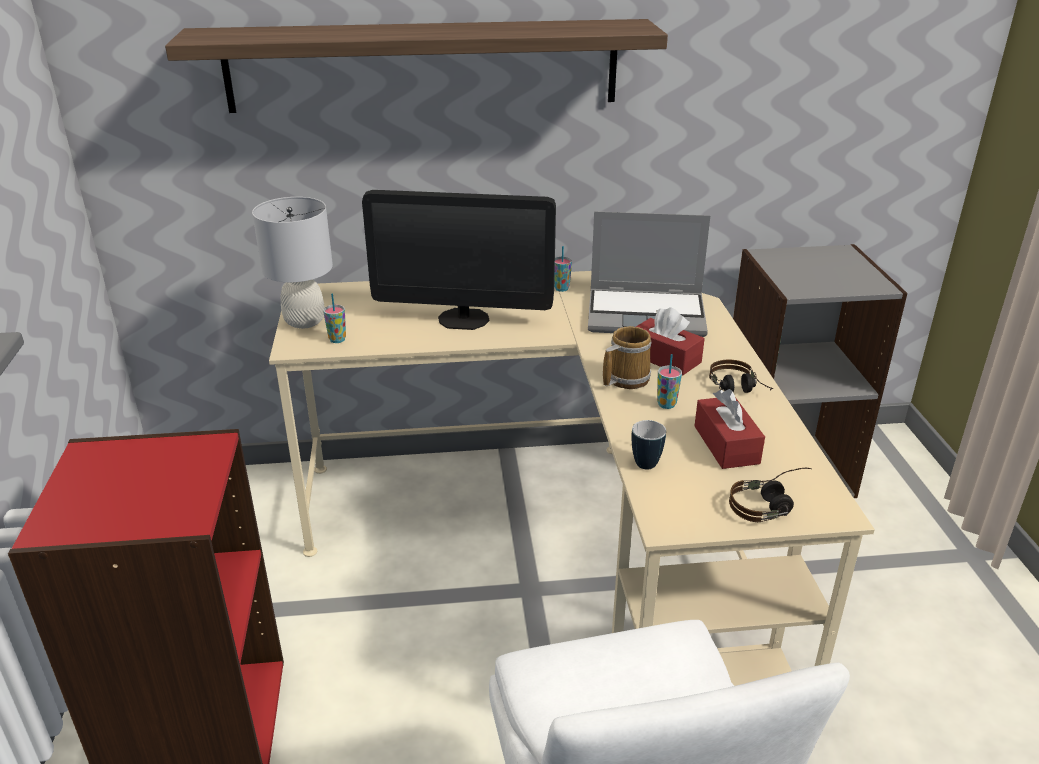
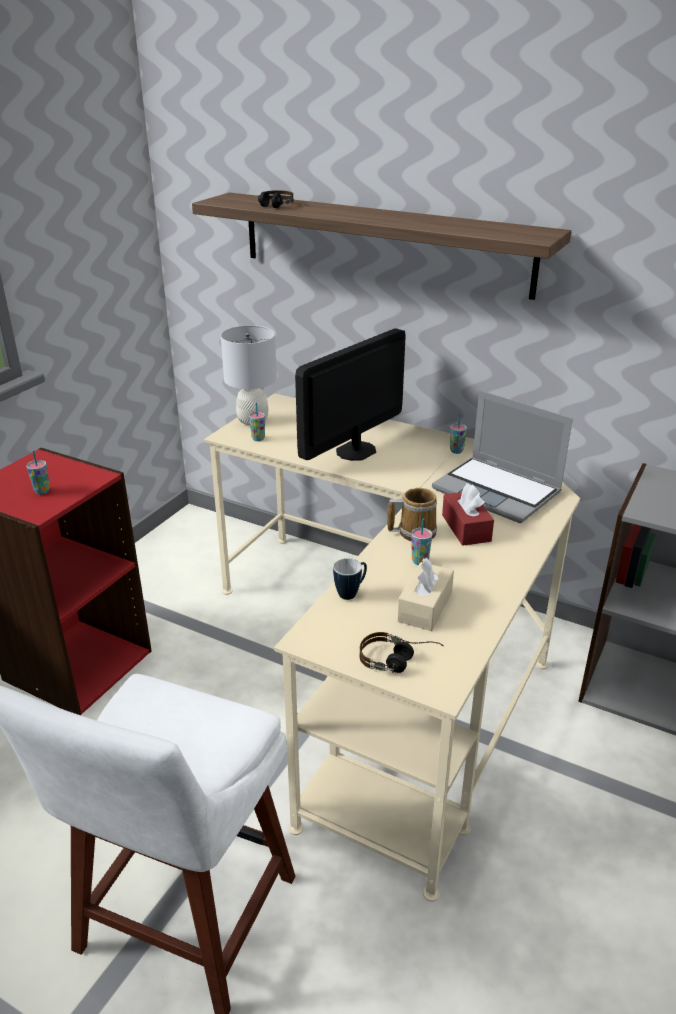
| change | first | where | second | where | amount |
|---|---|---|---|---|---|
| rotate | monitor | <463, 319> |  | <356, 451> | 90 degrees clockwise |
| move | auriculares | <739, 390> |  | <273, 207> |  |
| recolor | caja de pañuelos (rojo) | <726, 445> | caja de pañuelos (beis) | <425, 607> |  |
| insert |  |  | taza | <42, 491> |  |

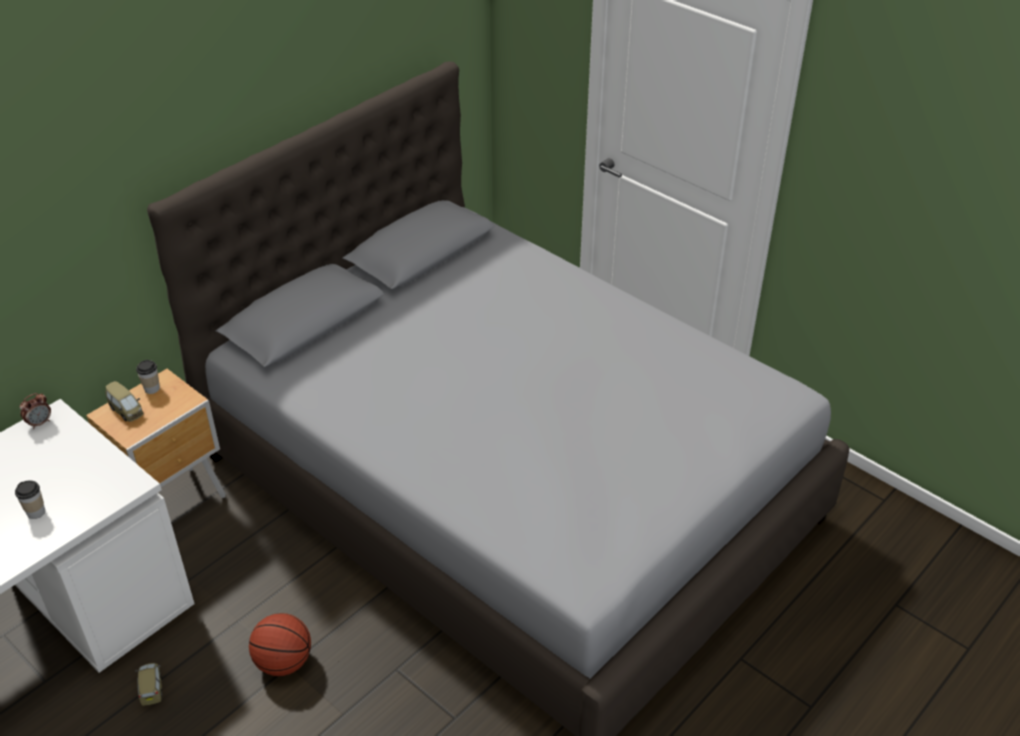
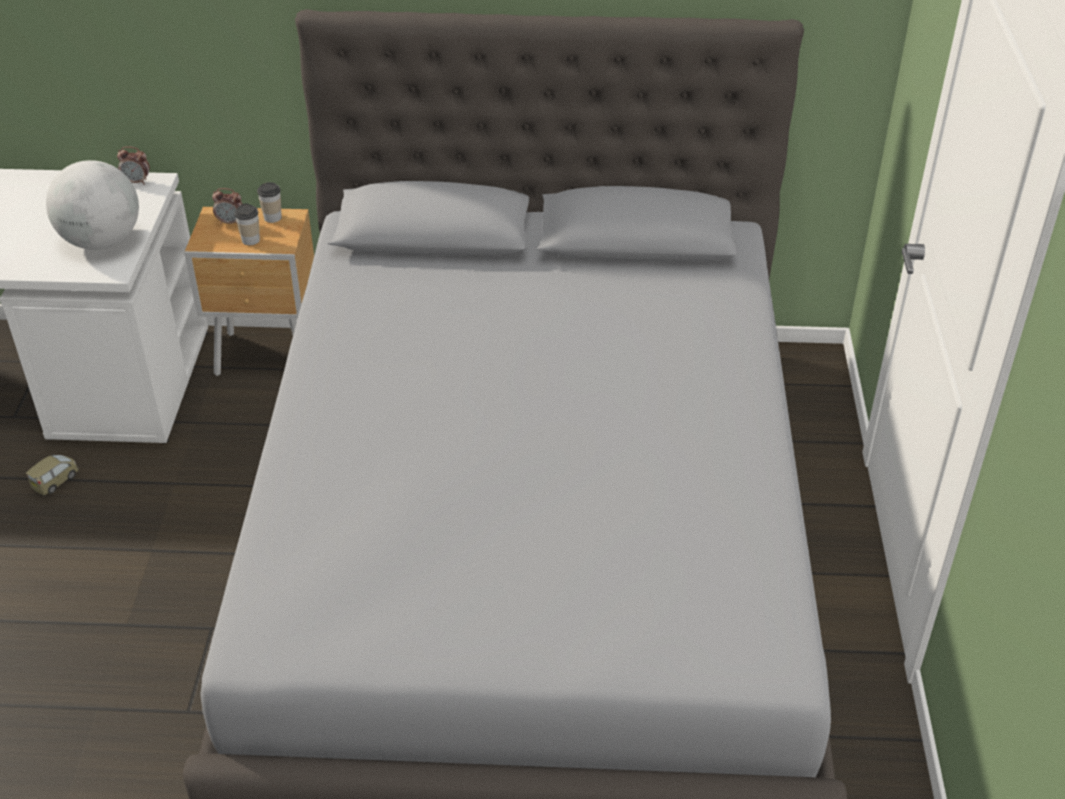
| change | first | where | second | where | amount |
|---|---|---|---|---|---|
| replace | coche de juguete | <126, 410> | despertador | <230, 222> |  |
| move | taza | <36, 512> |  | <250, 240> |  |
| delete | balón de baloncesto | <283, 662> |  |  |  |
| insert |  |  | globo terráqueo | <101, 241> |  |

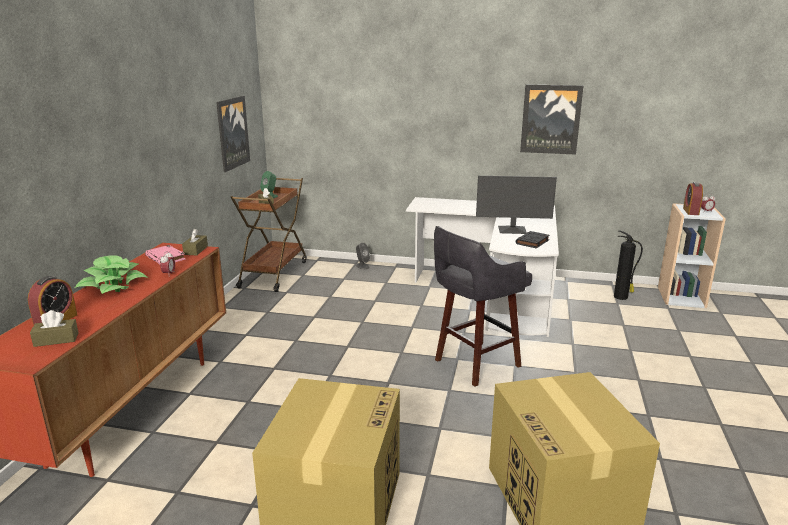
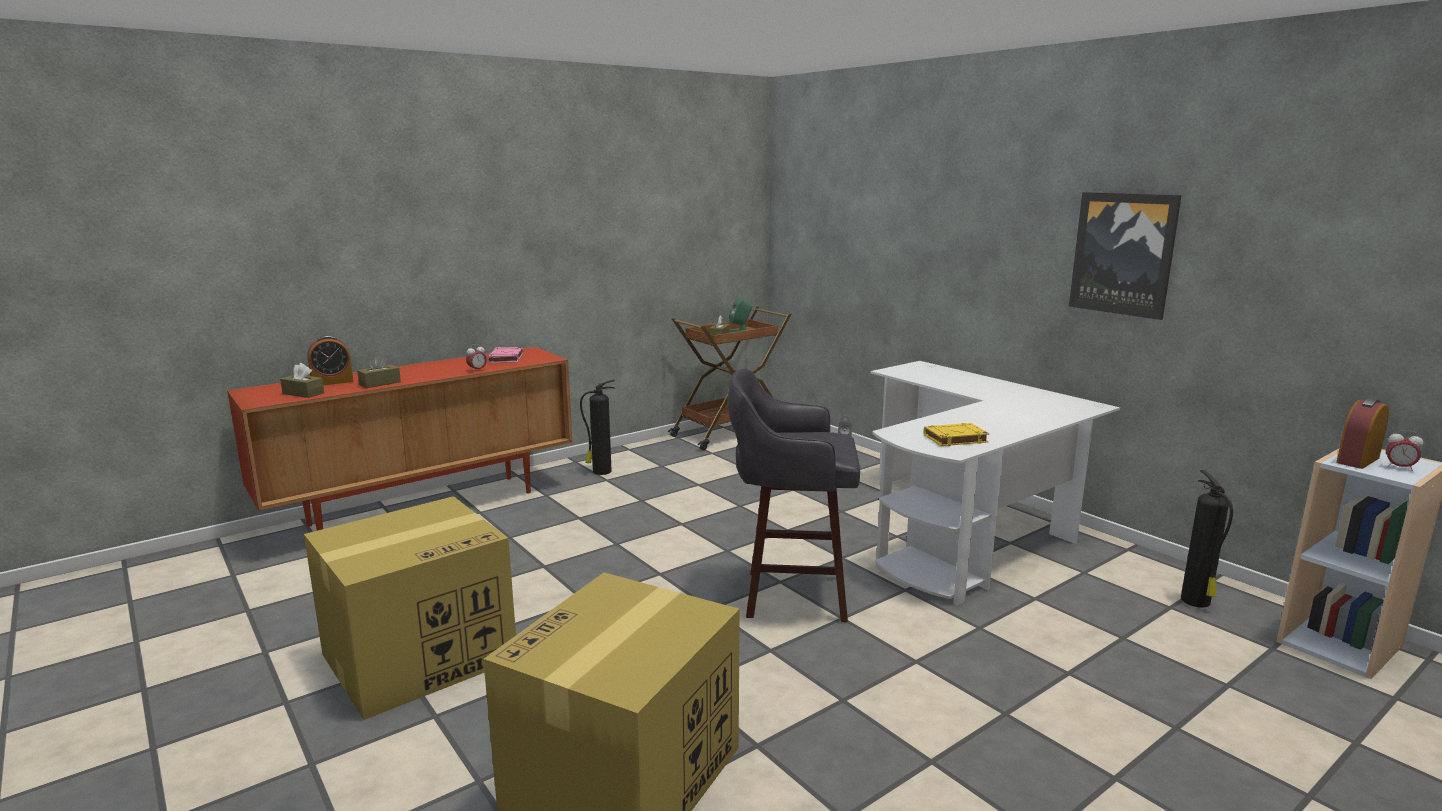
| change | first | where | second | where | amount |
|---|---|---|---|---|---|
| delete | cuadro | <232, 133> |  |  |  |
| delete | monitor | <512, 230> |  |  |  |
| move | caja de pañuelos (marrón) | <195, 250> |  | <380, 383> |  |
| recolor | libro (negro) | <532, 242> | libro (amarillo) | <954, 439> |  |
| delete | planta en maceta | <113, 285> |  |  |  |
| insert |  |  | extintor | <600, 472> |  |

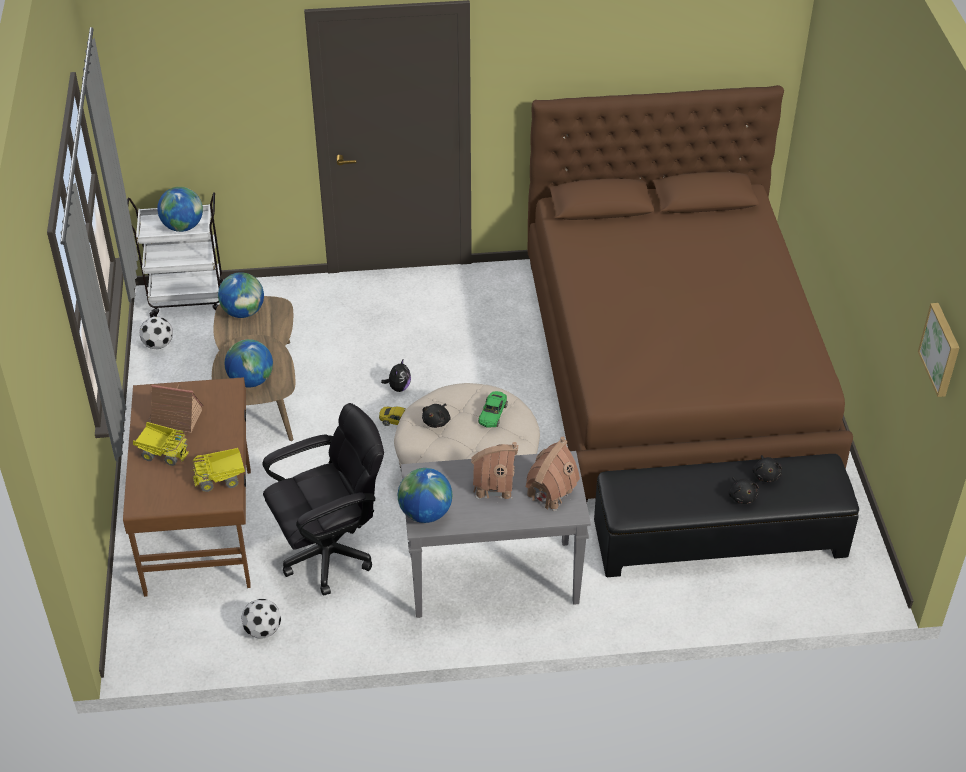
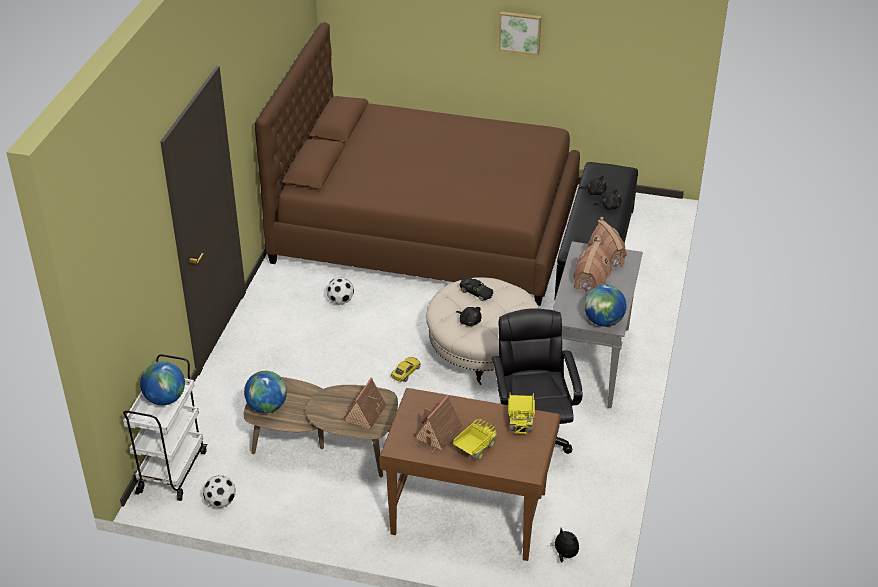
| change | first | where | second | where | amount |
|---|---|---|---|---|---|
| move | cuadro | <942, 349> |  | <520, 32> |  |
| replace | globo terráqueo | <251, 380> | casita | <366, 413> |  |
| move | peluche | <398, 387> |  | <565, 555> |  |
| recolor | coche de juguete (verde) | <493, 413> | coche de juguete (negro) | <476, 292> |  |
| move | balón de fútbol | <262, 630> |  | <340, 301> |  |

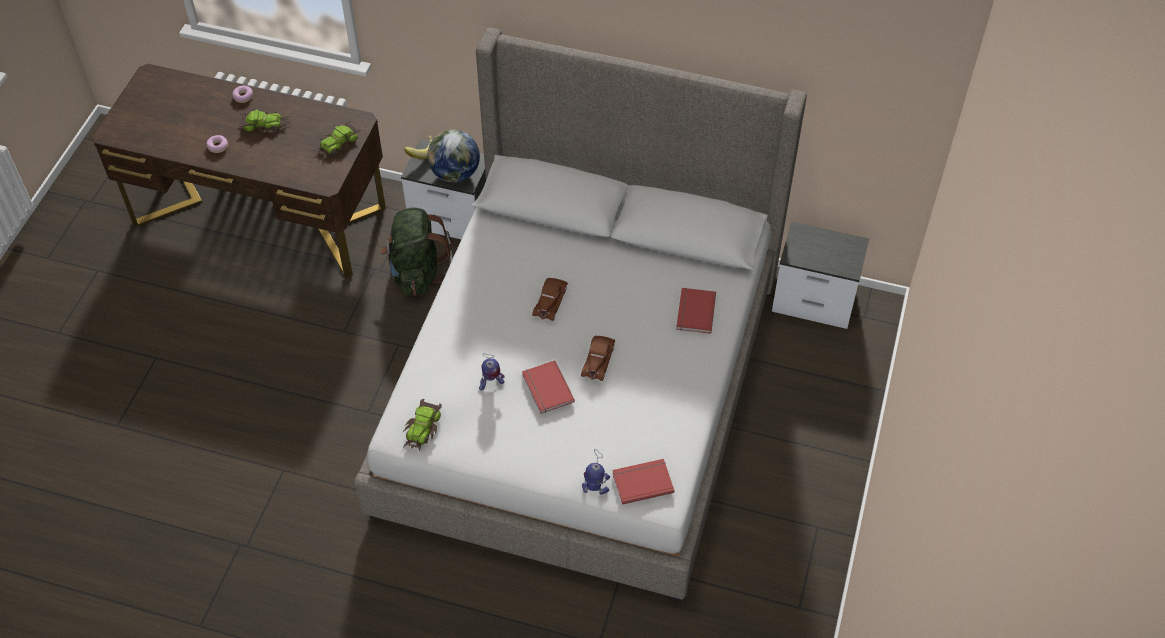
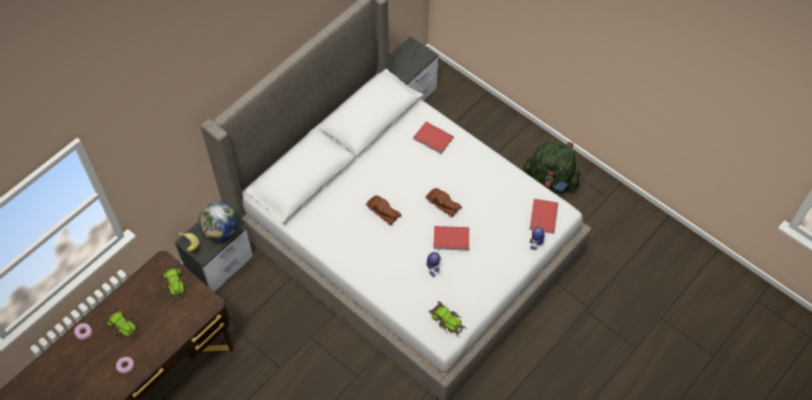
| change | first | where | second | where | amount |
|---|---|---|---|---|---|
| rotate | coche de juguete | <265, 124> |  | <123, 326> | 105 degrees clockwise |
| move | mochila (verde) | <417, 272> |  | <550, 181> |  |

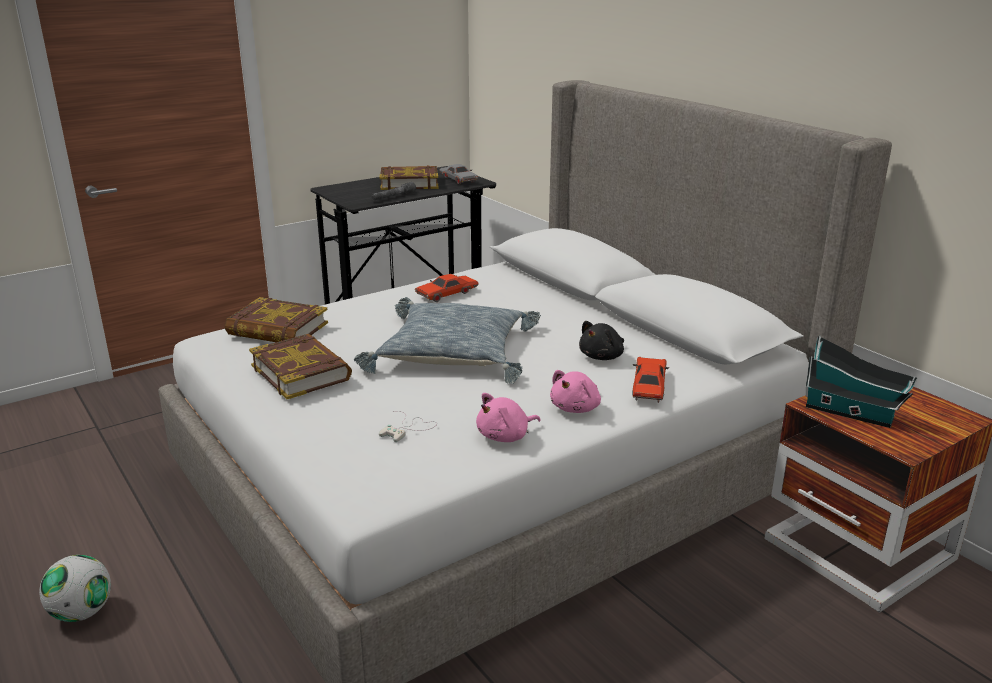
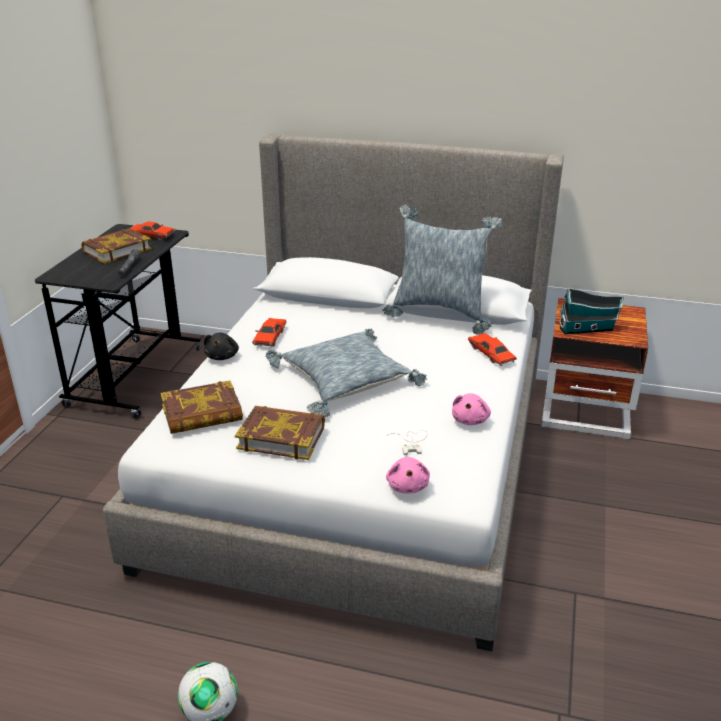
| change | first | where | second | where | amount |
|---|---|---|---|---|---|
| recolor | coche de juguete (gris) | <458, 179> | coche de juguete (rojo) | <152, 236> |  |
| move | peluche (negro) | <602, 356> |  | <222, 356> |  |
| move | peluche (rosa) | <576, 408> |  | <407, 486> |  |
| insert |  |  | cojín | <439, 318> |  |

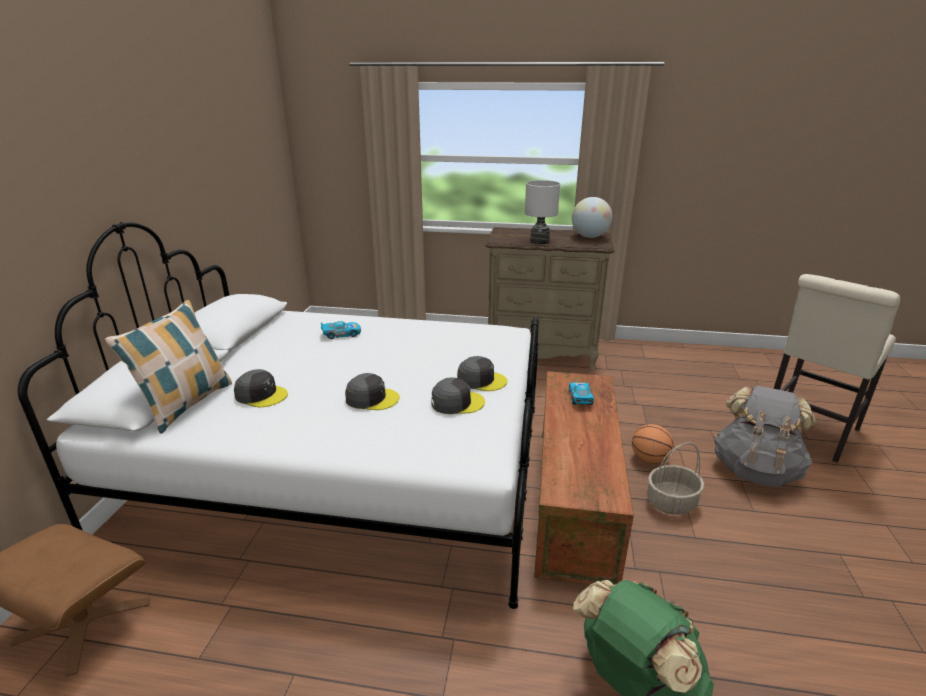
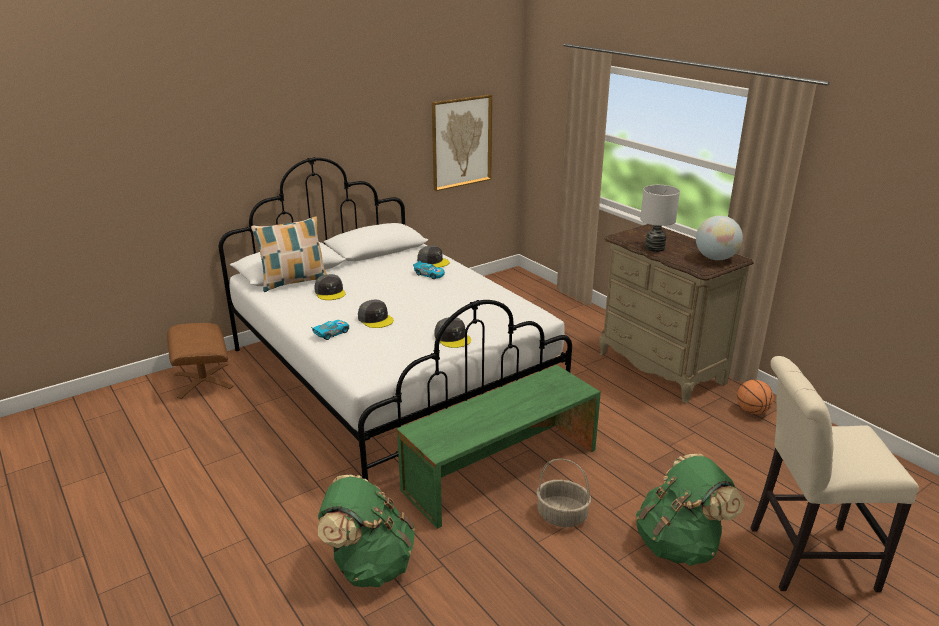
| change | first | where | second | where | amount |
|---|---|---|---|---|---|
| recolor | banco (marrón) | <572, 493> | banco (verde) | <501, 468> |  |
| move | gorra (gris) | <457, 402> |  | <433, 261> |  |
| move | coche de juguete | <580, 398> |  | <331, 333> |  |
| recolor | mochila (gris) | <755, 470> | mochila (verde) | <679, 544> |  |
| move | balón de baloncesto | <649, 459> |  | <752, 411> |  |
| insert |  |  | cuadro | <461, 142> |  |

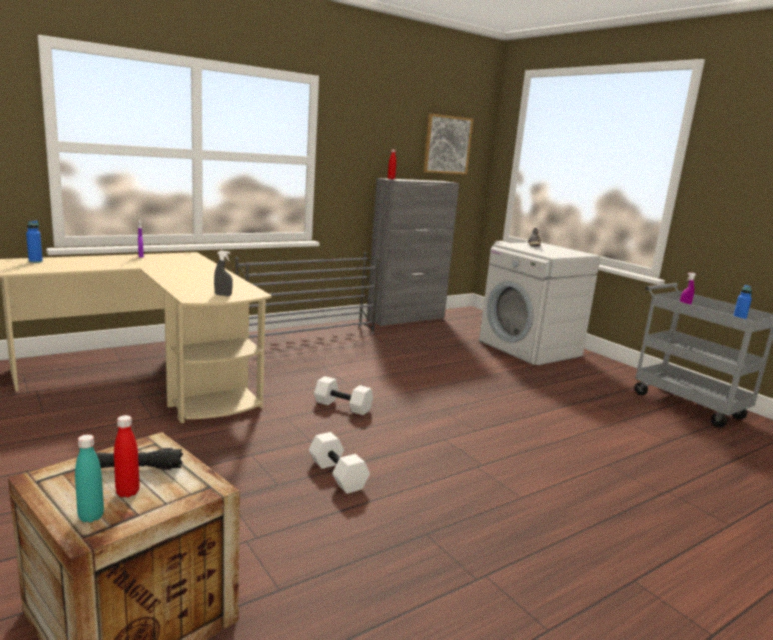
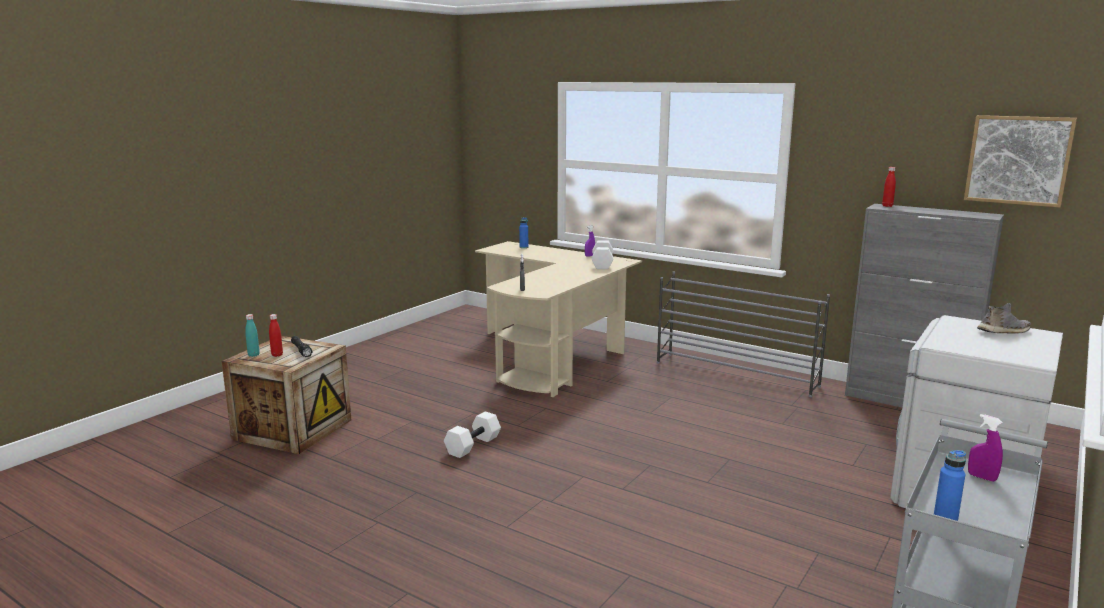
| change | first | where | second | where | amount |
|---|---|---|---|---|---|
| move | mancuerna (blanco) | <343, 406> |  | <603, 264> |  |

